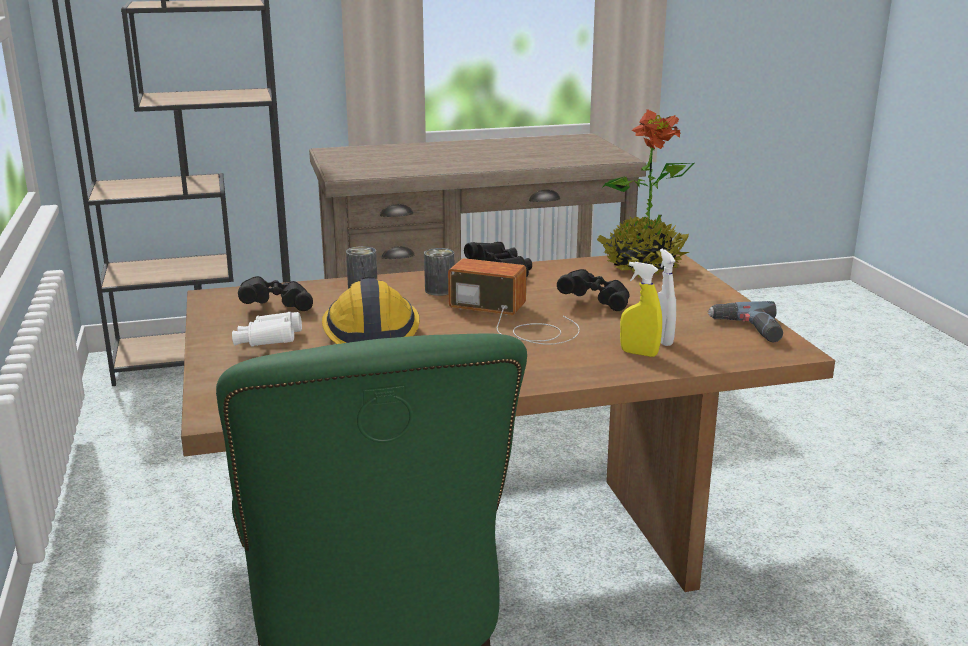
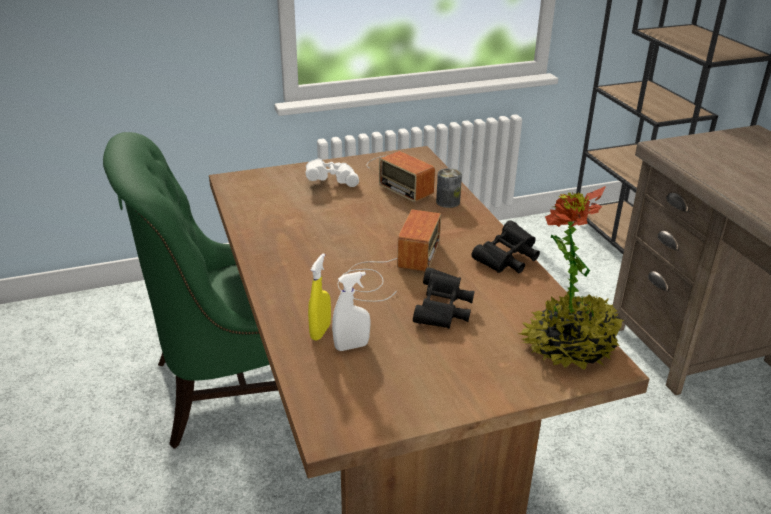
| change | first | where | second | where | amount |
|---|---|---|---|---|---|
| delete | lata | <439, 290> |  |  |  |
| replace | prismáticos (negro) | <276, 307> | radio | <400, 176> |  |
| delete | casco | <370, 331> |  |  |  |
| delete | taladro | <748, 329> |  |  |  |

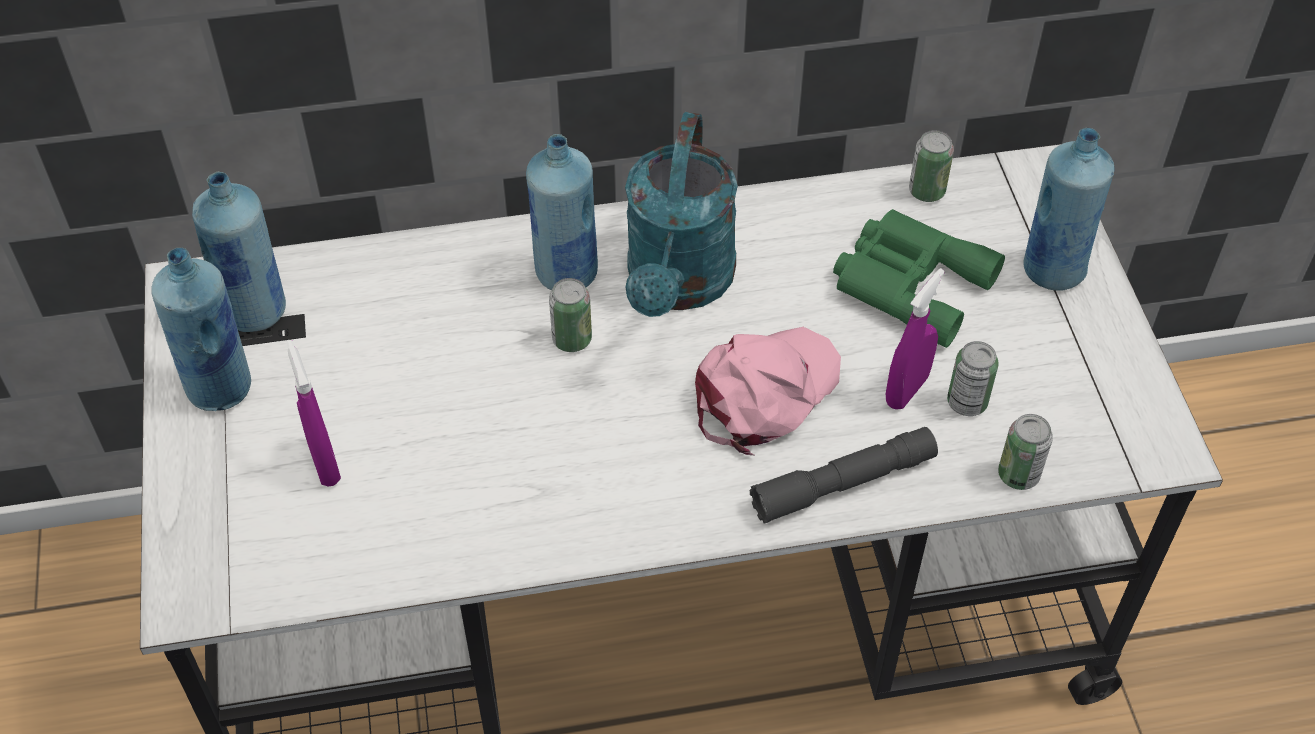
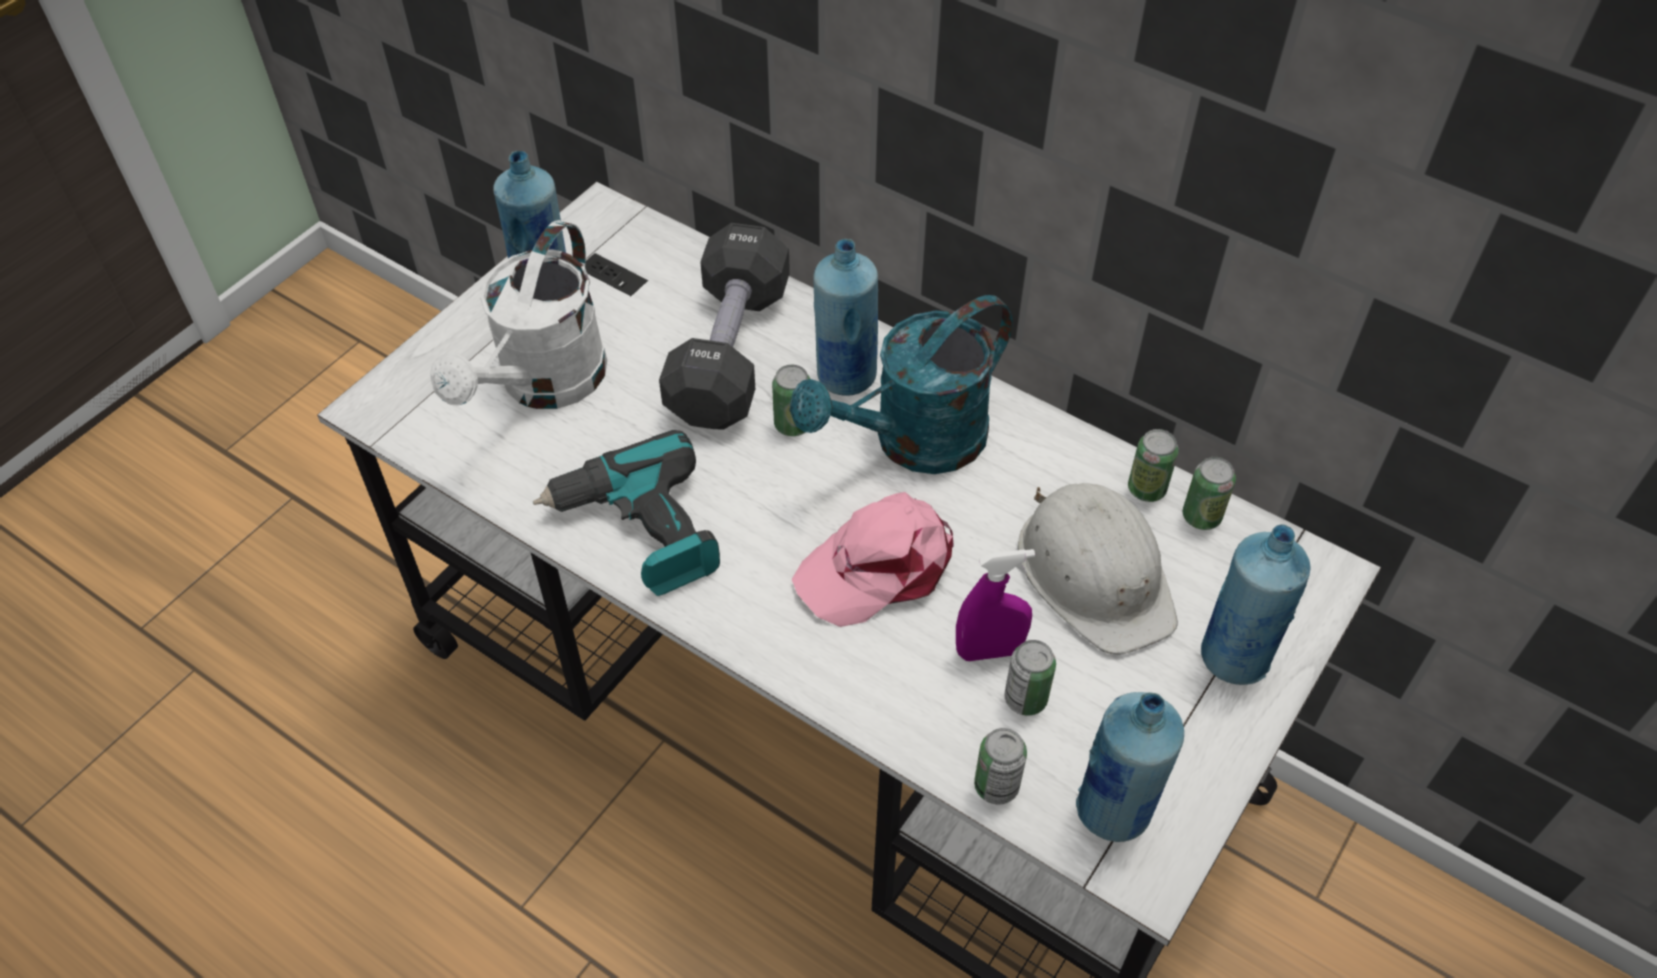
| change | first | where | second | where | amount |
|---|---|---|---|---|---|
| move | botella (azul) | <255, 311> |  | <1113, 812> |  |
| replace | prismáticos (verde) | <908, 282> | casco (blanco) | <1095, 573> |  |
| rotate | gorra (rosa) | <764, 393> |  | <879, 566> | 150 degrees clockwise |
| replace | pulverizador (morado) | <324, 463> | regadera (blanco) | <543, 385> |  |
| delete | linterna (gris) | <843, 483> |  |  |  |
| insert |  |  | mancuerna (negro) | <729, 353> |  |
| insert |  |  | lata | <1146, 489> |  |
| insert |  |  | taladro | <640, 531> |  |

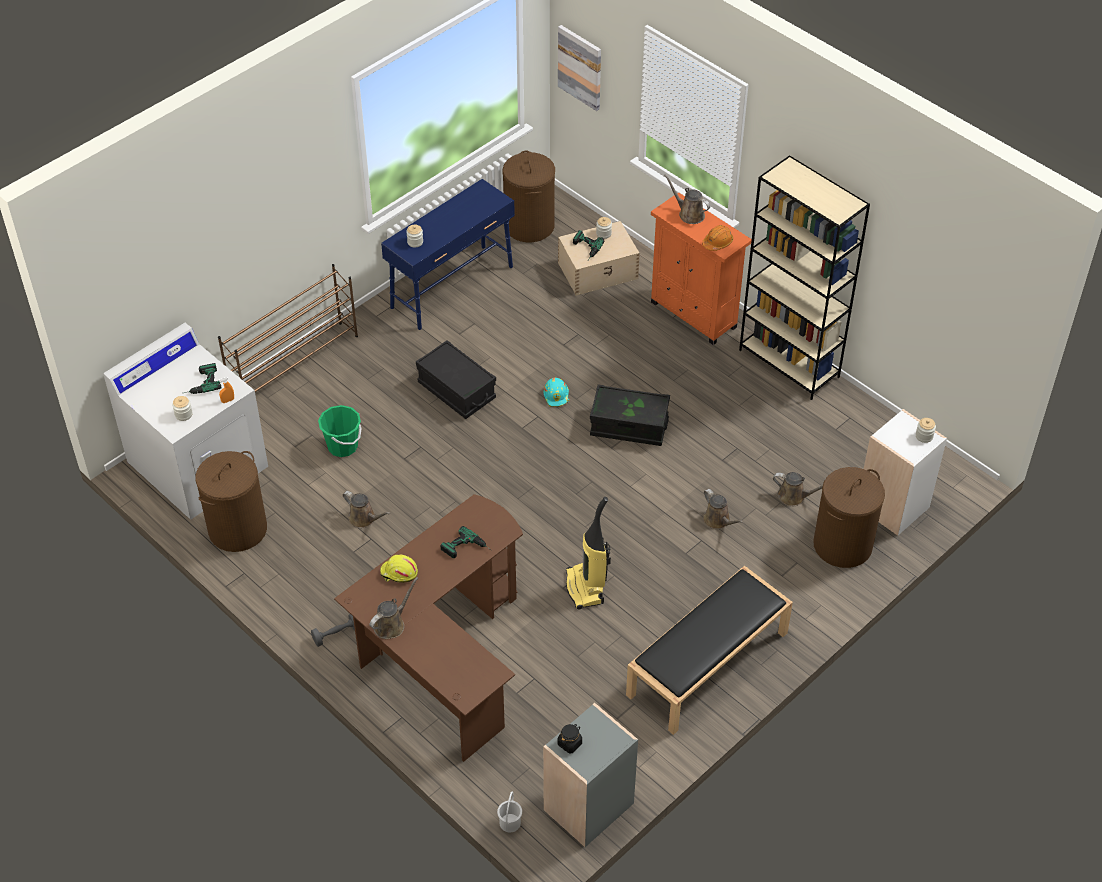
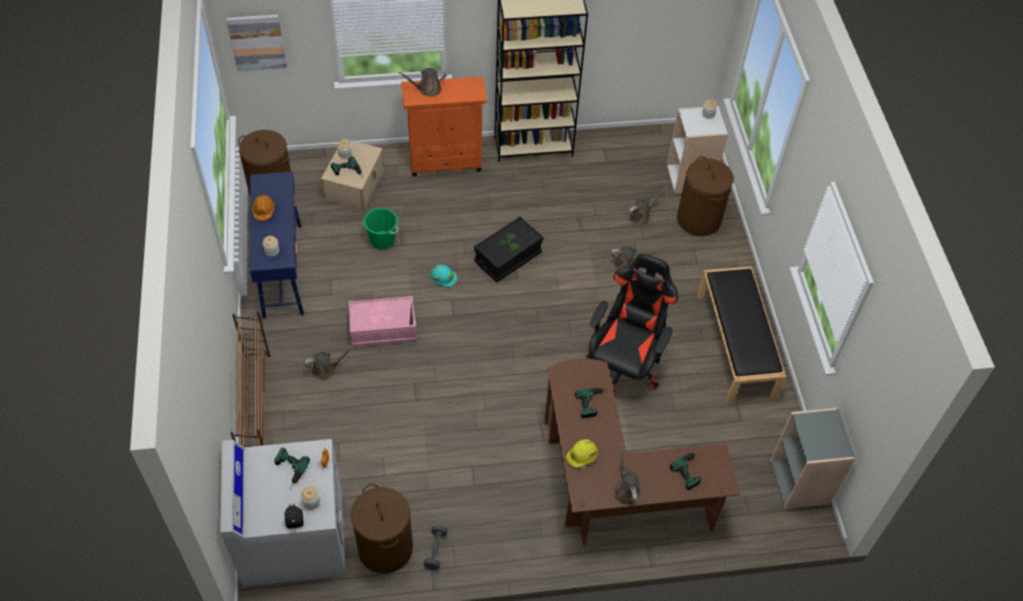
| change | first | where | second | where | amount |
|---|---|---|---|---|---|
| move | casco (naranja) | <717, 242> |  | <263, 210> |  |
| recolor | caja de almacenaje (negro) | <456, 391> | caja de almacenaje (rosa) | <383, 329> |  |
| move | cubo (verde) | <342, 446> |  | <382, 240> |  |
| move | regadera (marrón) | <364, 518> |  | <326, 369> |  |
| replace | aspiradora | <586, 588> | silla de oficina (negro) | <623, 369> |  |
| move | mancuerna (gris) | <336, 634> |  | <435, 550> |  |
| move | tarro (negro) | <569, 743> |  | <294, 520> |  |
| delete | cubo (blanco) | <509, 823> |  |  |  |
| insert |  |  | taladro | <692, 470> |  |

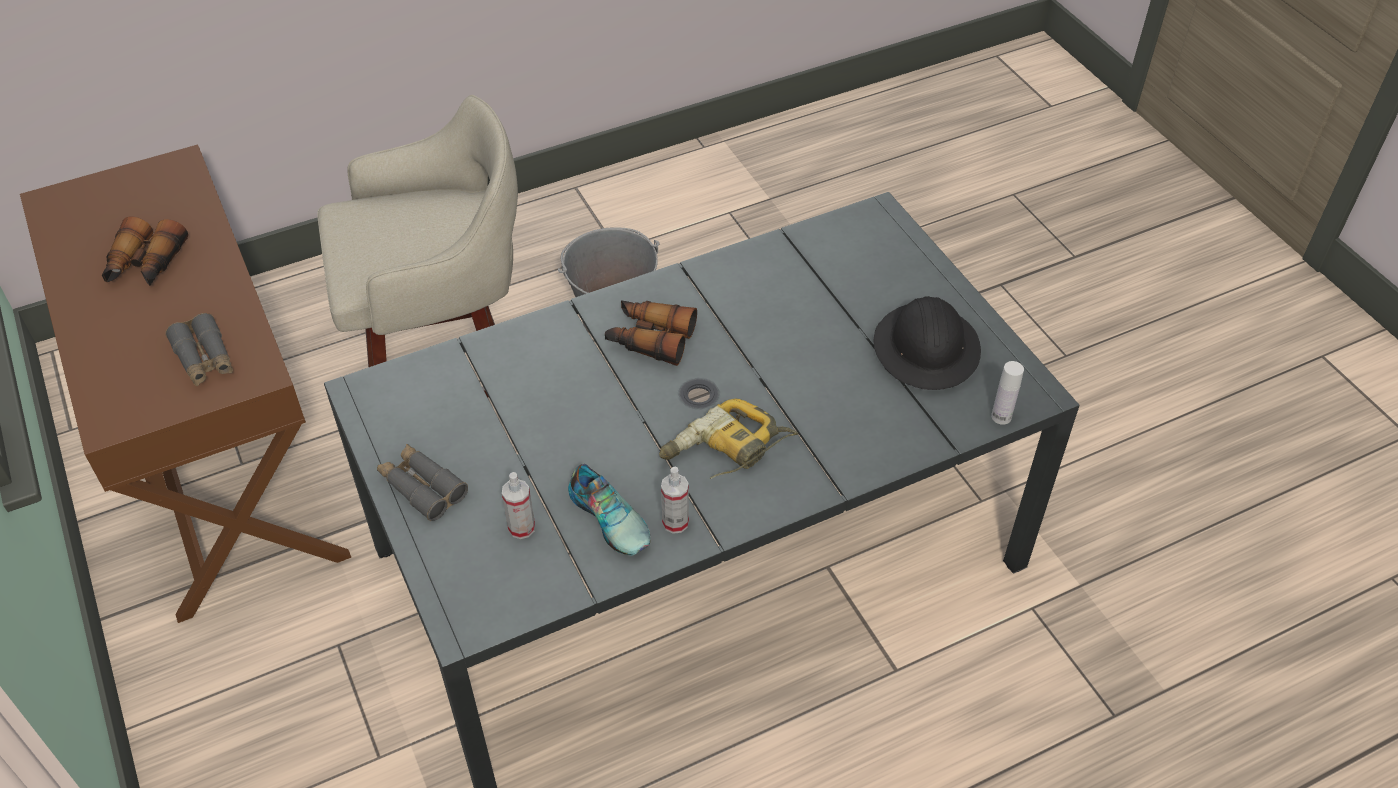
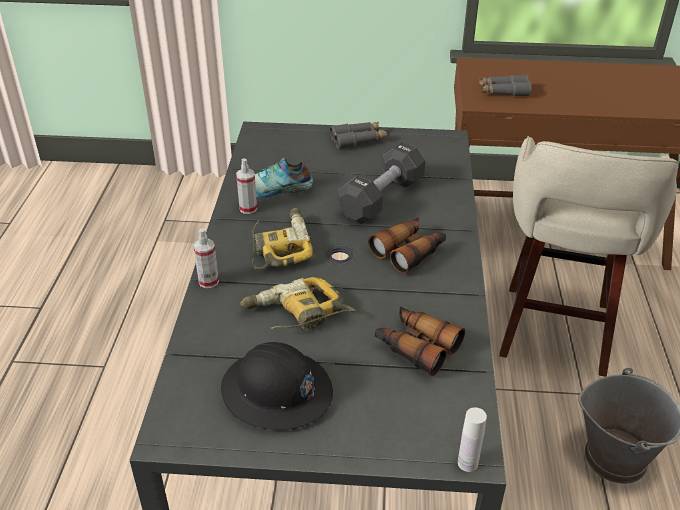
| change | first | where | second | where | amount |
|---|---|---|---|---|---|
| move | prismáticos | <145, 265> |  | <416, 346> |  |
| move | botella (blanco) | <1001, 417> |  | <467, 463> |  |
| move | pulverizador | <521, 528> |  | <208, 281> |  |
| insert |  |  | mancuerna (negro) | <381, 198> |  |
| insert |  |  | taladro | <297, 315> |  |

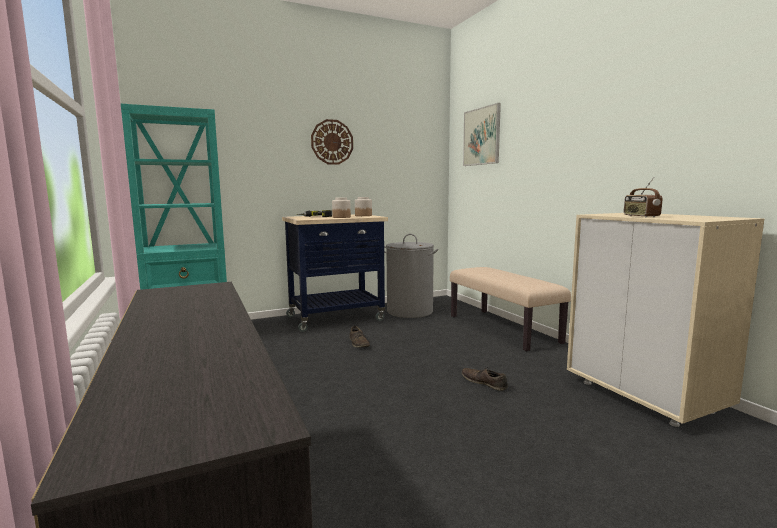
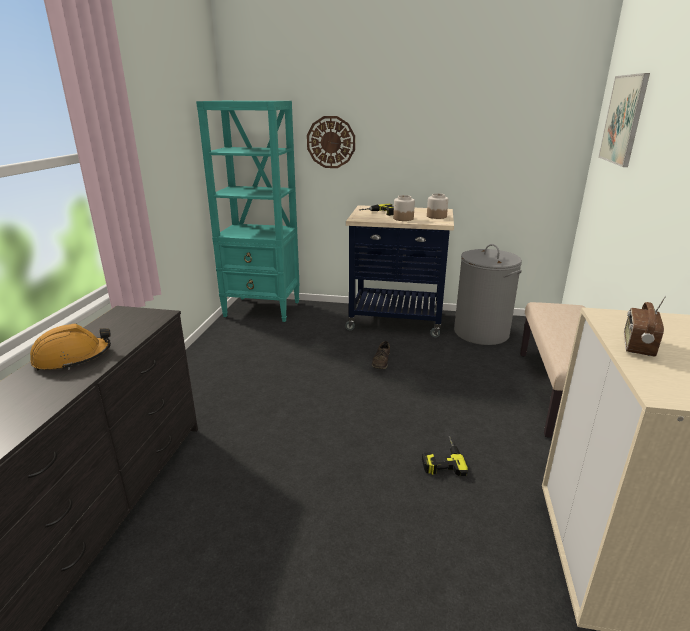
| change | first | where | second | where | amount |
|---|---|---|---|---|---|
| move | reloj de pared | <332, 142> |  | <331, 142> |  |
| replace | zapato (marrón) | <484, 382> | taladro | <441, 458> |  |
| insert |  |  | casco (naranja) | <73, 358> |  |

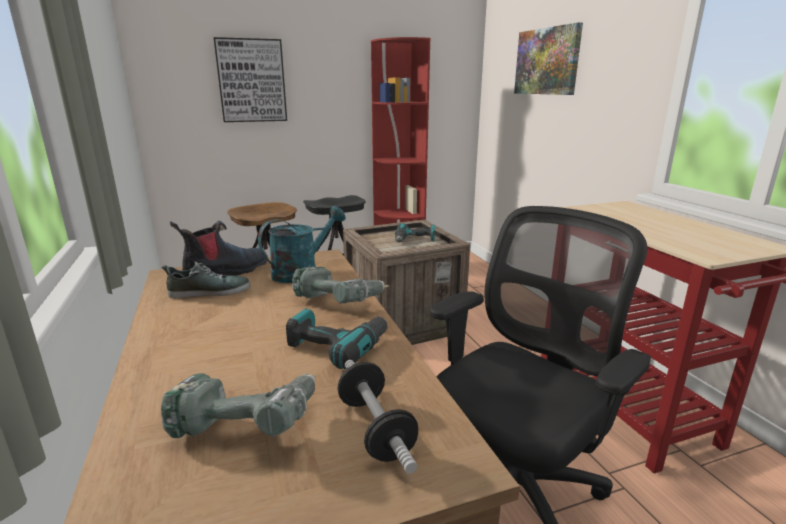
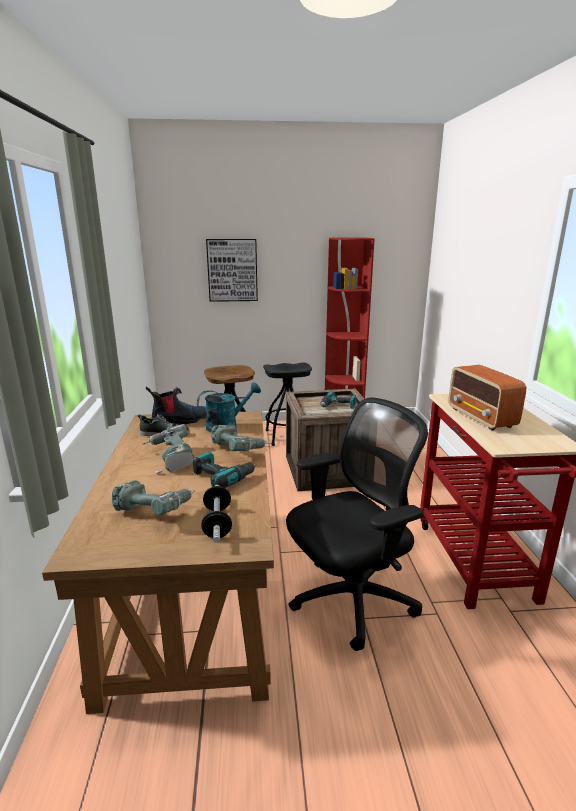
| change | first | where | second | where | amount |
|---|---|---|---|---|---|
| delete | cuadro | <547, 61> |  |  |  |
| insert |  |  | radio | <481, 418> |  |
| insert |  |  | taladro | <170, 459> |  |

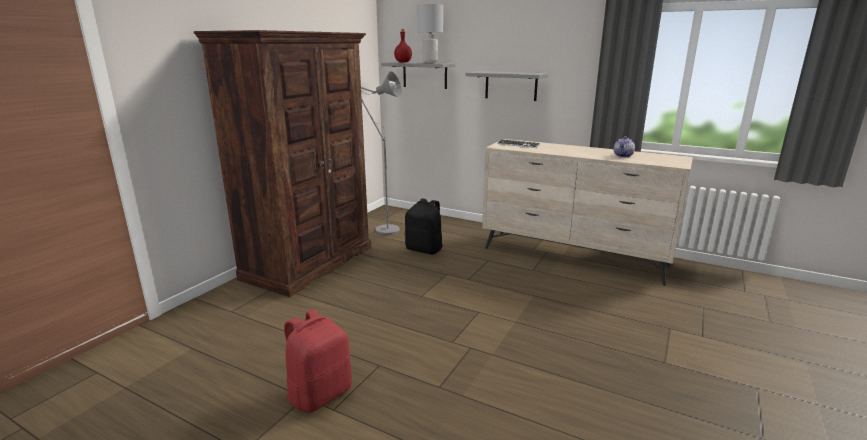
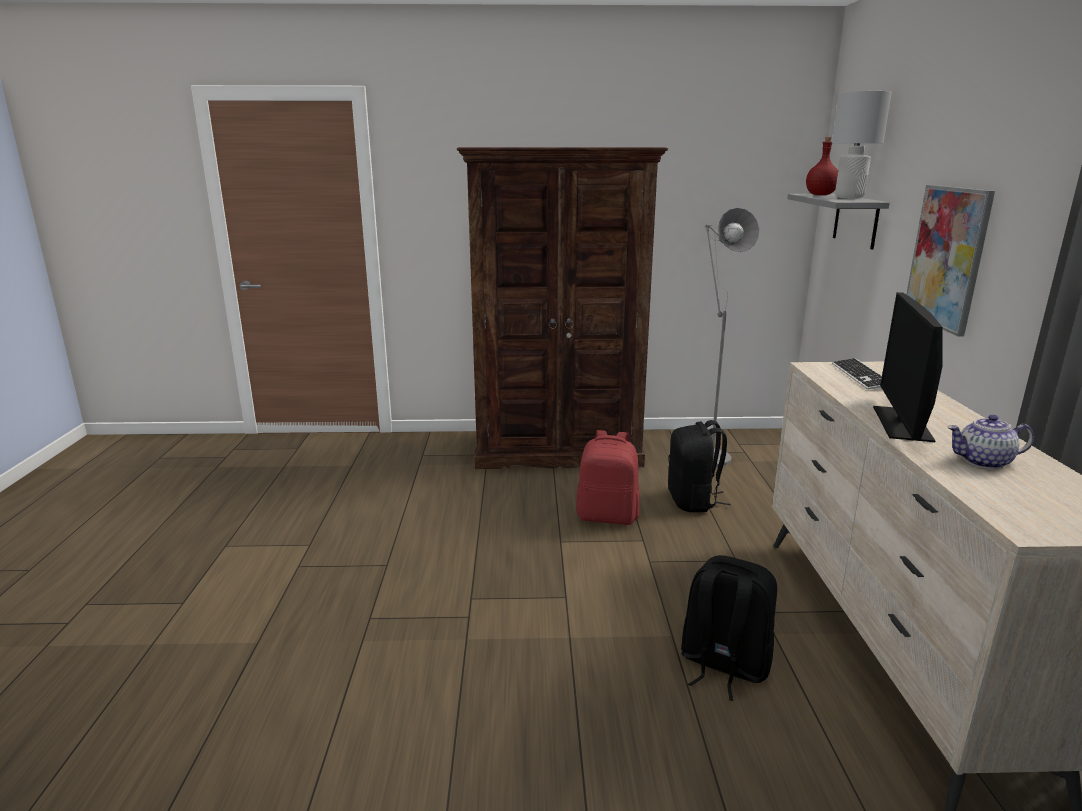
| change | first | where | second | where | amount |
|---|---|---|---|---|---|
| replace | estante (gris) | <511, 85> | cuadro | <947, 257> |  |
| move | mochila (rojo) | <320, 394> |  | <608, 516> |  |
| insert |  |  | monitor | <902, 423> |  |
| insert |  |  | mochila (negro) | <723, 665> |  |

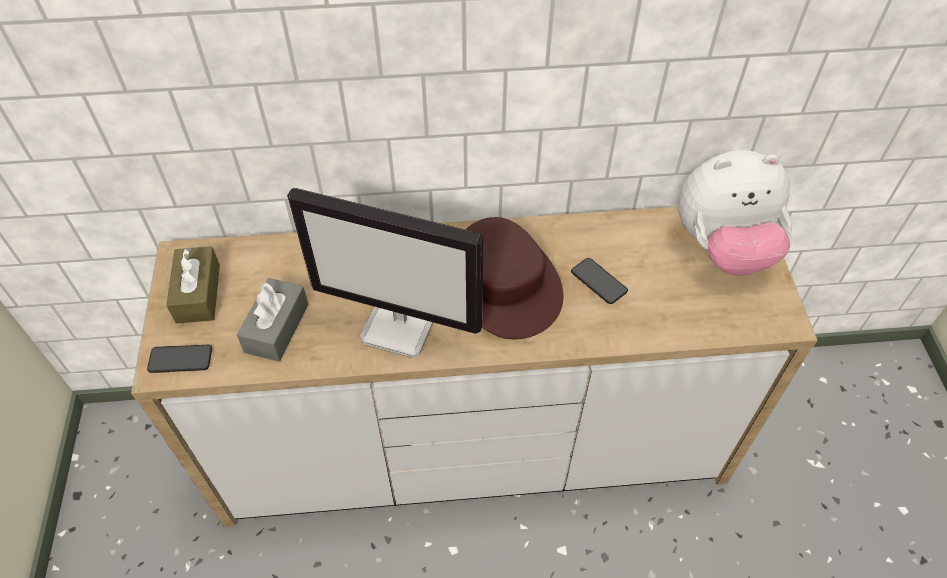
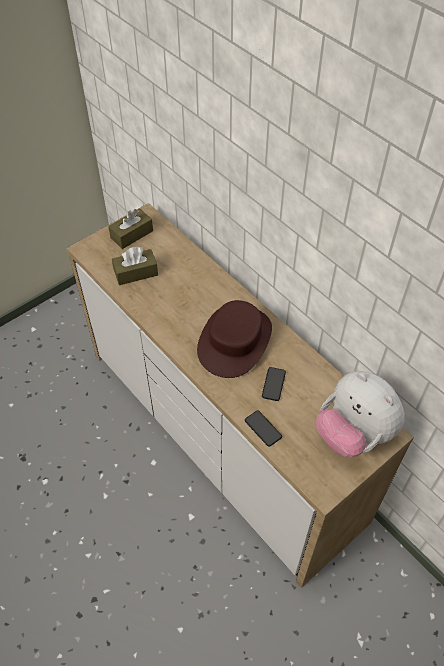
| change | first | where | second | where | amount |
|---|---|---|---|---|---|
| delete | monitor | <401, 326> |  |  |  |
| recolor | caja de pañuelos (gris) | <277, 328> | caja de pañuelos (marrón) | <136, 273> |  |
| move | móvil | <180, 359> |  | <263, 428> |  |

